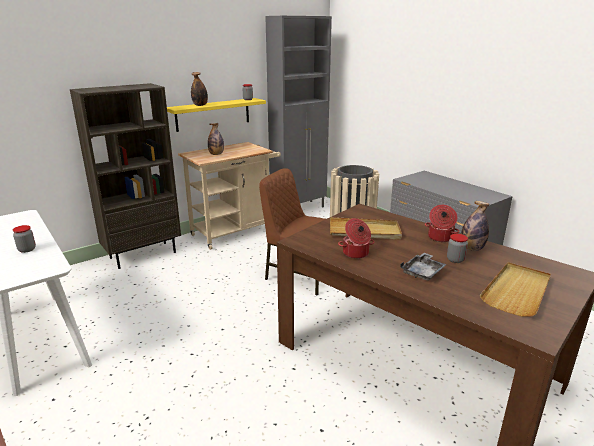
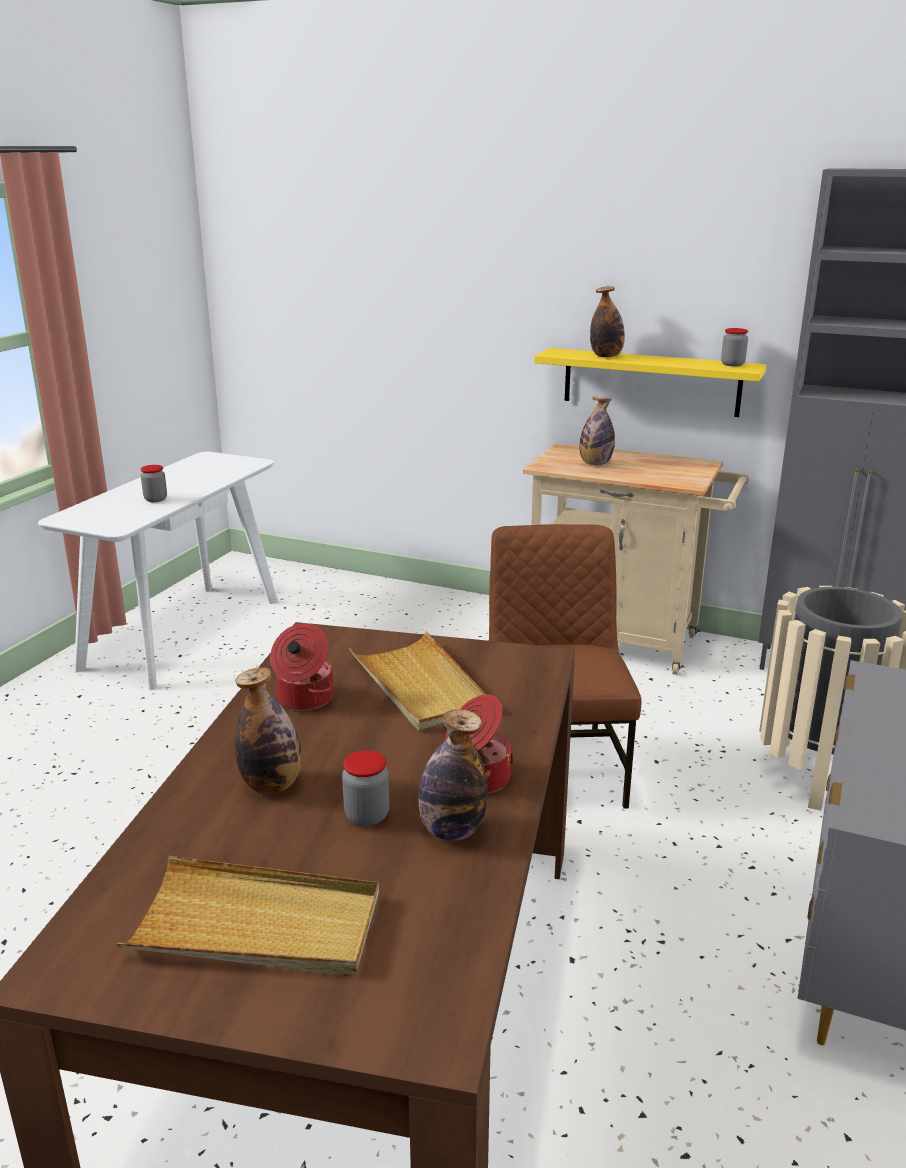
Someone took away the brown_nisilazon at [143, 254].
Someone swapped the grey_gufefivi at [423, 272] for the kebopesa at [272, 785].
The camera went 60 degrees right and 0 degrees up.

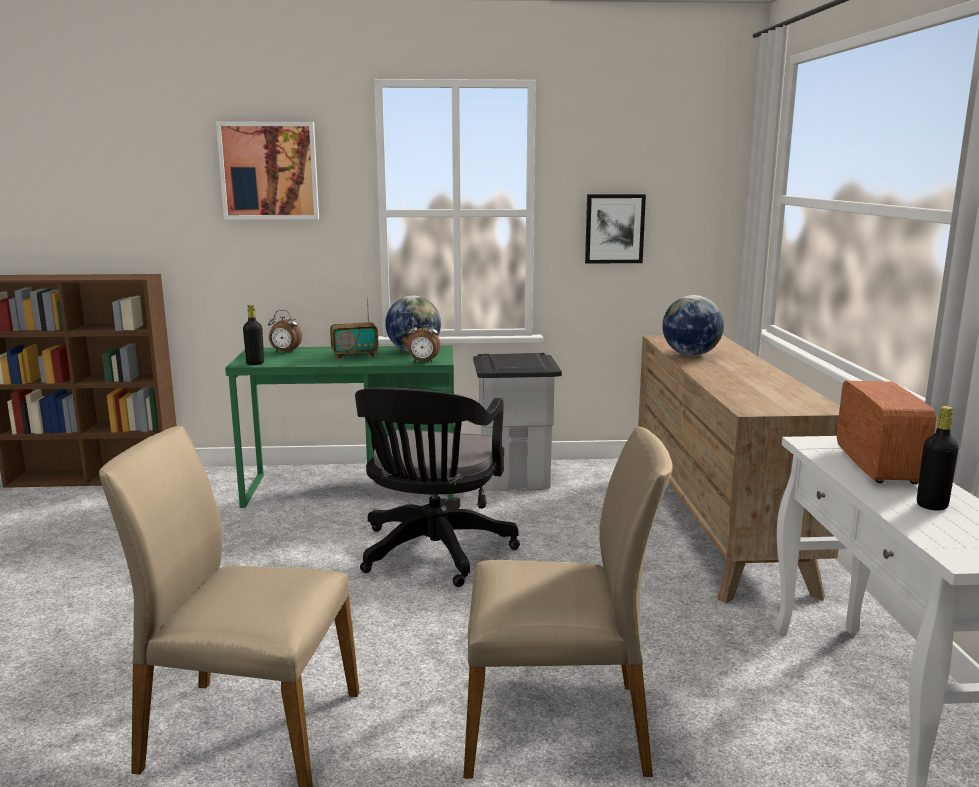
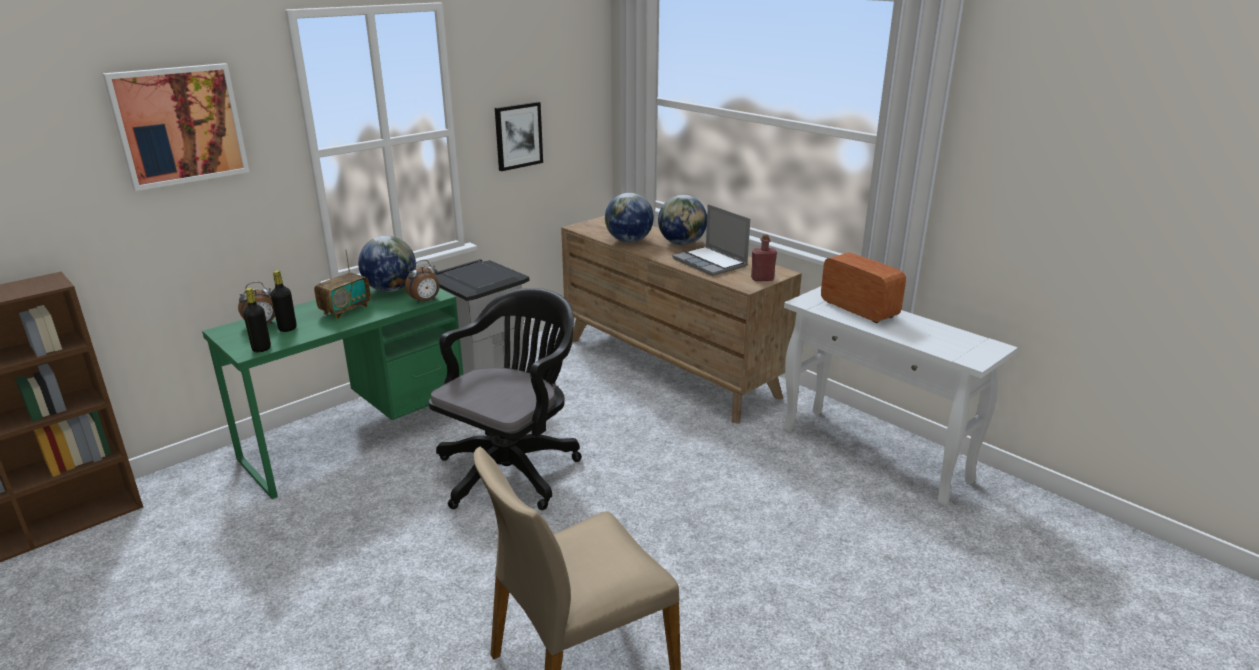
Someone took away the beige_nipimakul at [557, 725].
Someone put down the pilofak at [682, 243].
Someone put down the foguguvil at [711, 263].
Someone put down the red_kebopesa at [762, 279].
Someone carried the black_kebopesa from [932, 505] to [287, 328].
Someone rotated the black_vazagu at [433, 554] by 120 degrees counterclockwise.
The camera went 40 degrees left and 10 degrees up.

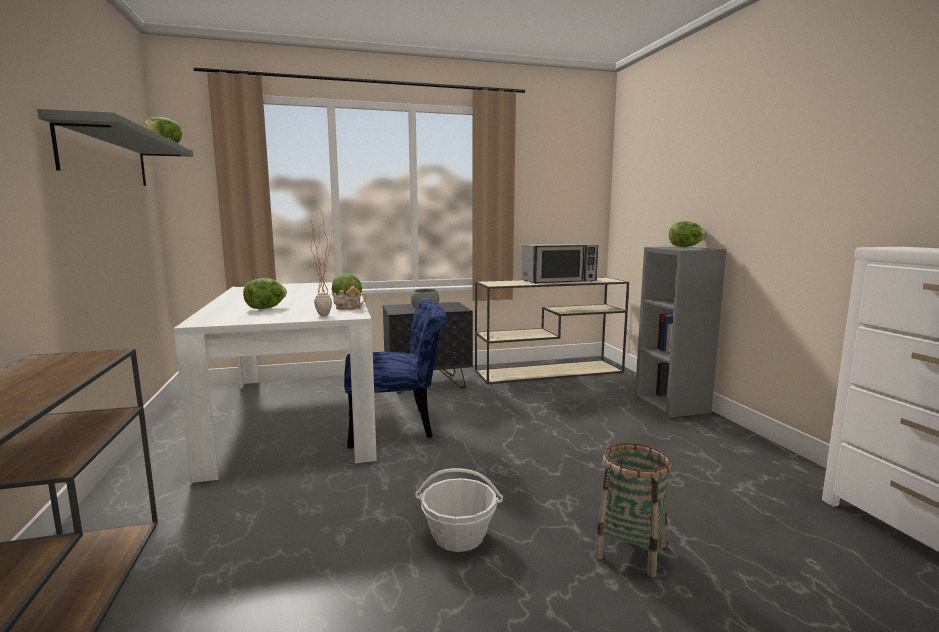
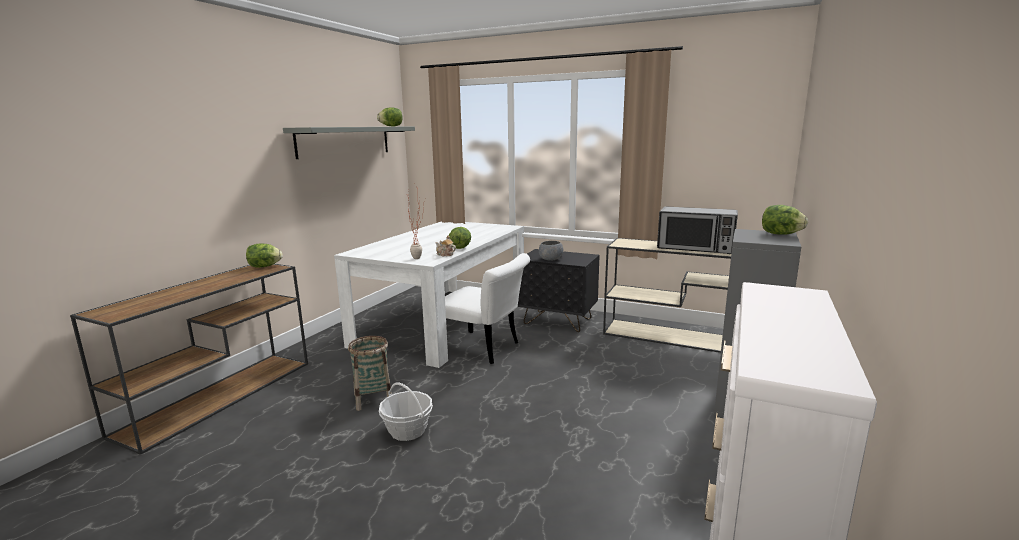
Someone carried the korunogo from [266, 308] to [264, 266].
Someone carried the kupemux from [630, 550] to [373, 399].
Someone repainted the blue_nipimakul at [398, 427], which became the white_nipimakul at [485, 349].
The camera went 40 degrees right and 5 degrees up.

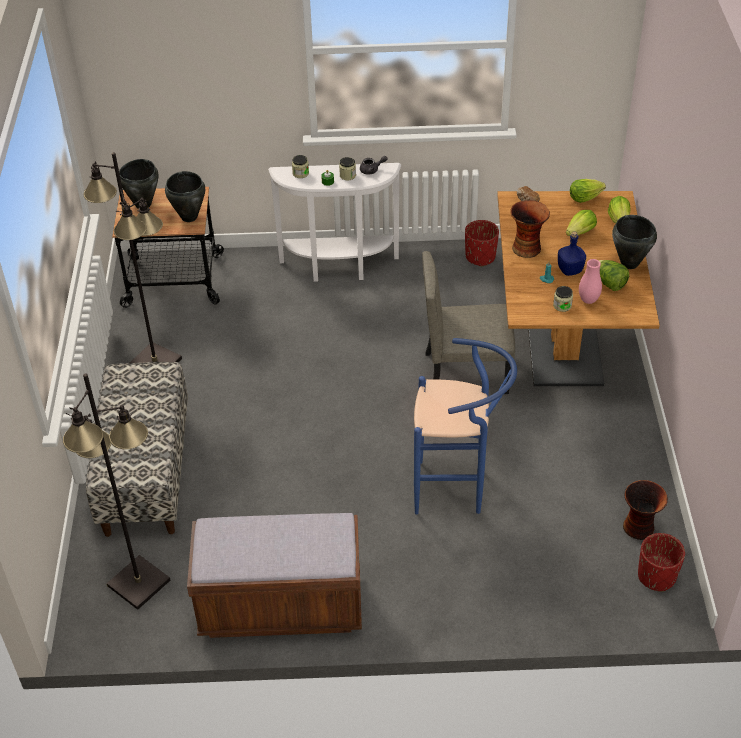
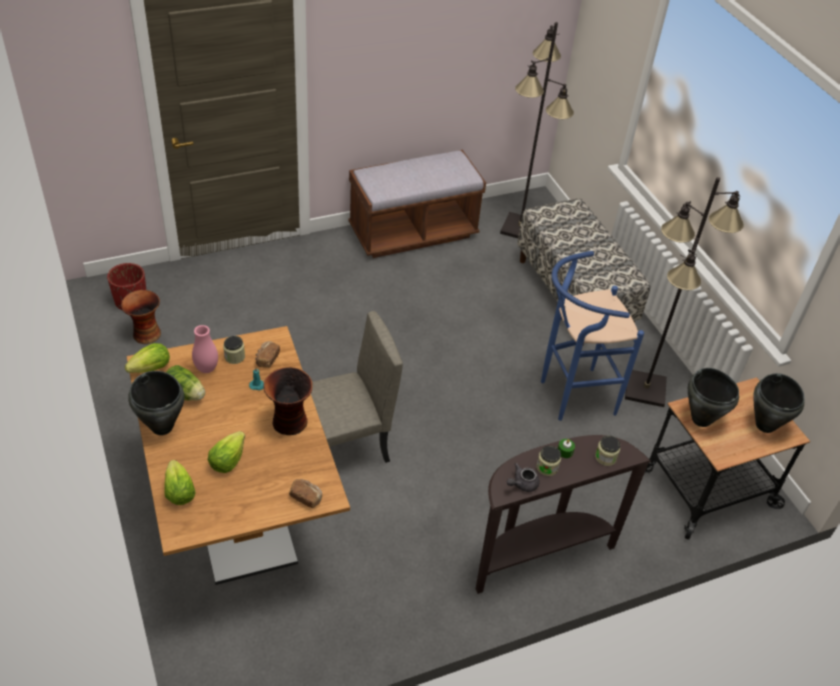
Someone took away the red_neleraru at [480, 257].
Someone took away the blue_kebopesa at [569, 270].
Someone put down the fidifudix at [267, 359].
Someone carried the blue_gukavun from [457, 489] to [569, 397].
Someone carried the korunogo from [584, 198] to [151, 368].
Someone repainted the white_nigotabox at [339, 268], which became the brown_nigotabox at [538, 553].
The camera went 155 degrees right and 0 degrees up.

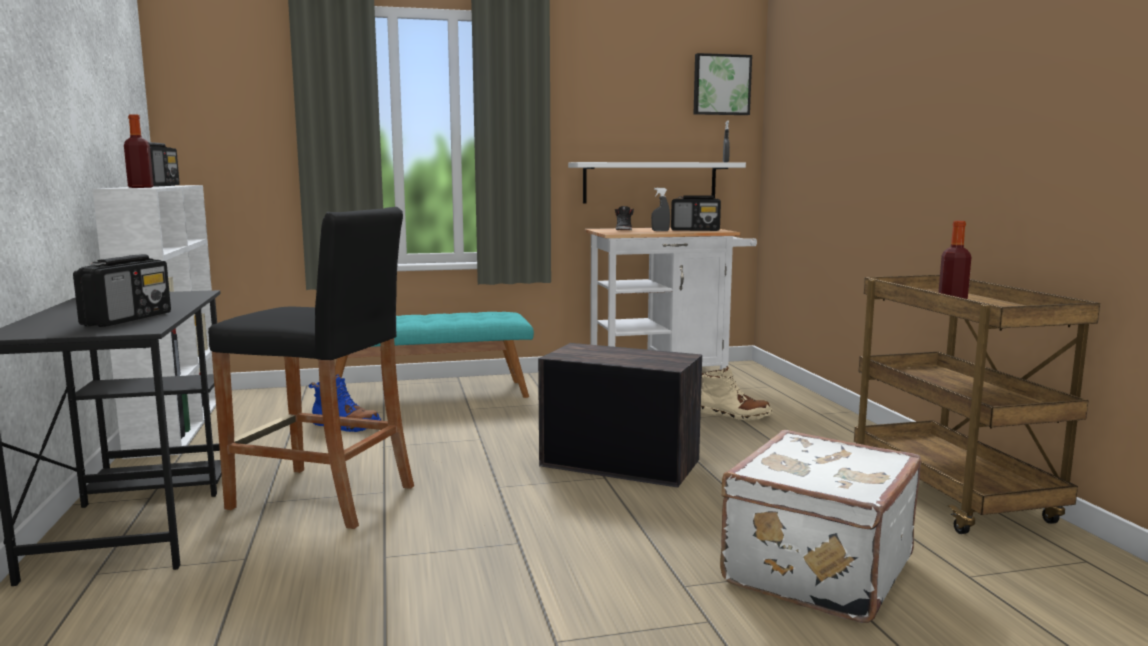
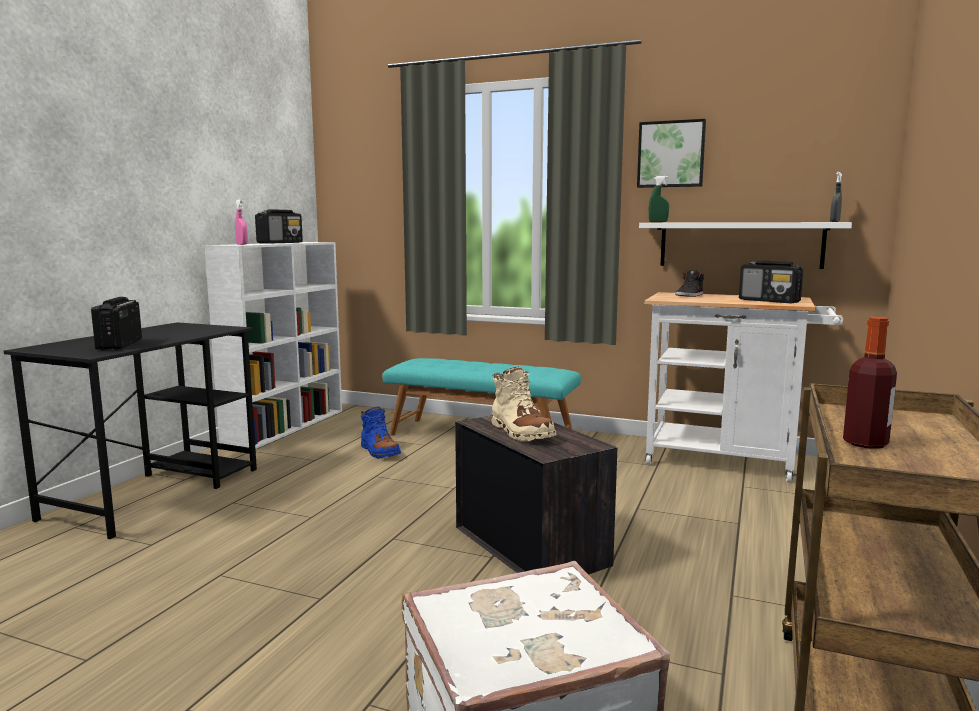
Someone took away the black_gukavun at [322, 497].
Someone took away the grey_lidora at [660, 231].
Someone put down the green_lidora at [658, 222].
Someone carried the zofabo from [721, 85] to [671, 154].
Someone carried the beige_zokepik from [733, 415] to [521, 432].
Someone swapped the kebopesa at [141, 187] for the pink_lidora at [242, 244].
Someone rotated the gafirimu at [128, 319] by 120 degrees clockwise.
The camera went 35 degrees right and 0 degrees up.

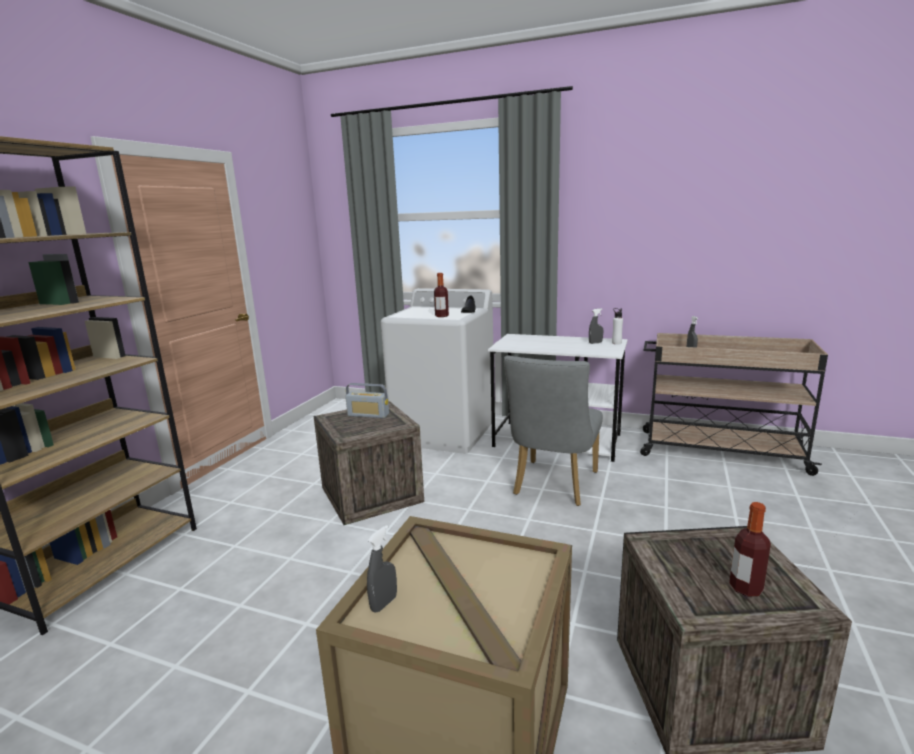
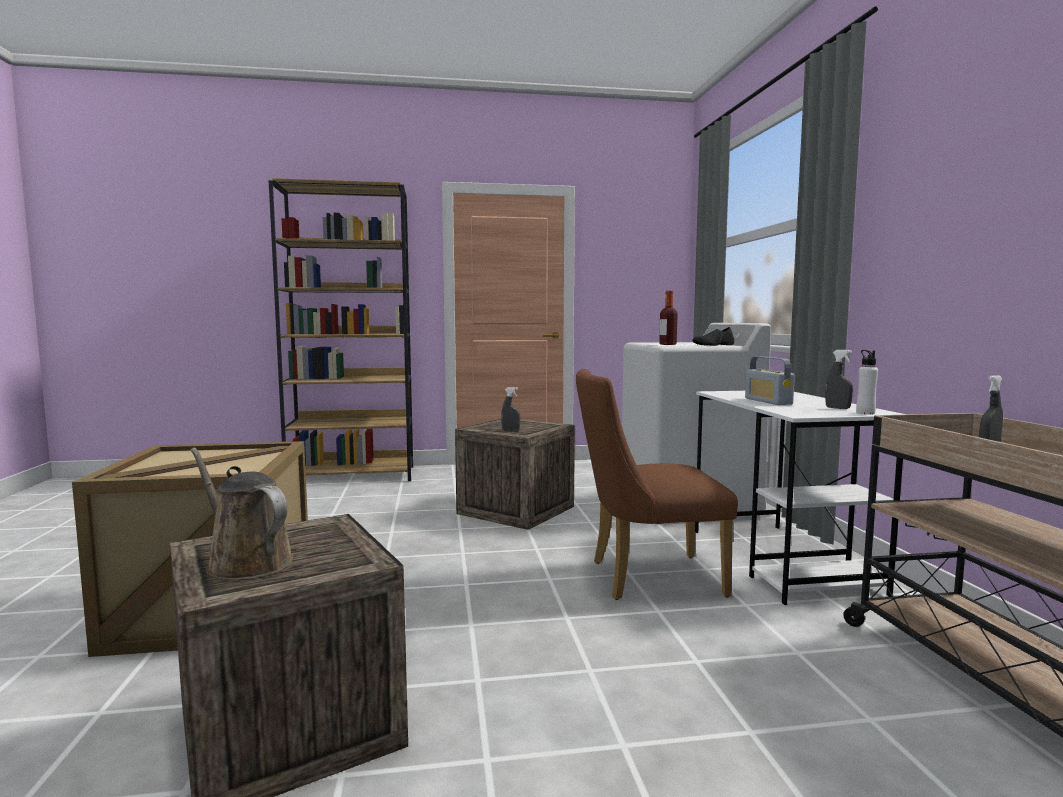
Someone carried the gafirimu from [368, 415] to [768, 401].
Someone carried the grey_lidora from [384, 603] to [510, 430].
Someone swapped the kebopesa at [745, 588] for the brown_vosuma at [245, 562].
Someone repainted the grey_nipimakul at [553, 486], which became the brown_nipimakul at [646, 578].
The camera went 60 degrees right and 10 degrees down.

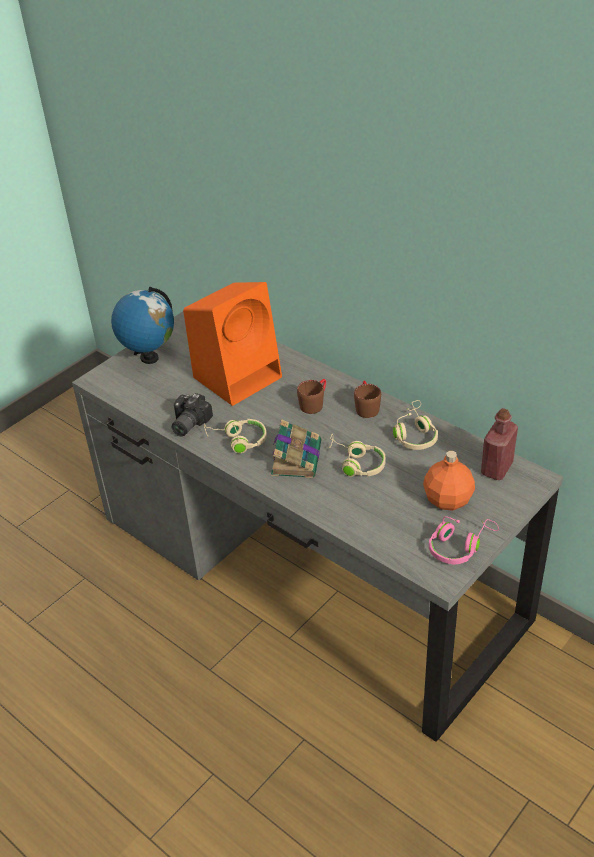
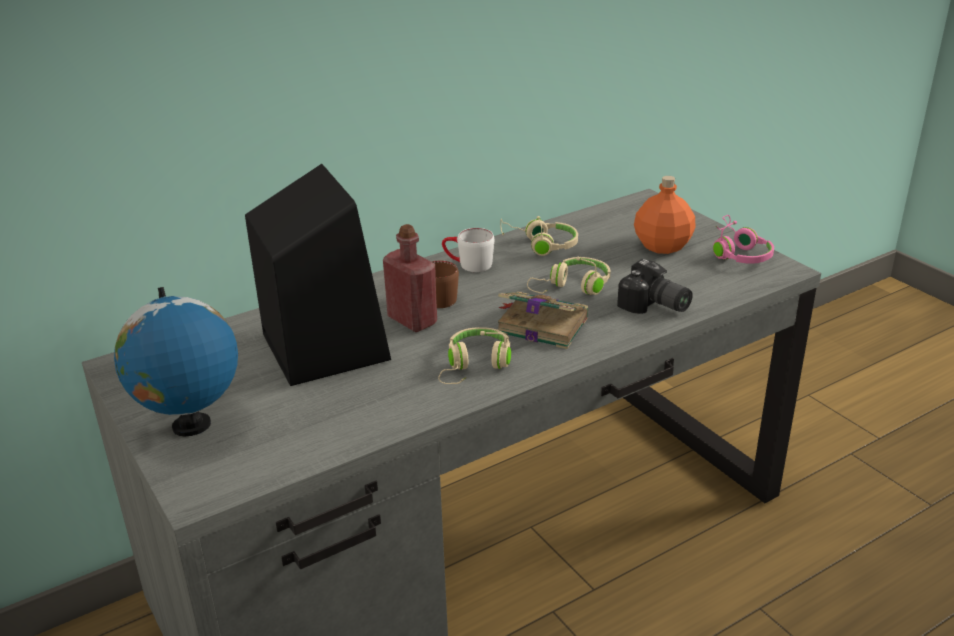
Someone carried the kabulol from [187, 424] to [654, 306].
Someone carried the red_kebopesa from [496, 468] to [412, 320].
Someone repainted the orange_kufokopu at [238, 376], which became the black_kufokopu at [323, 345].
Someone repainted the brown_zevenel at [366, 407], which became the white_zevenel at [468, 264].
The camera went 75 degrees left and 10 degrees down.

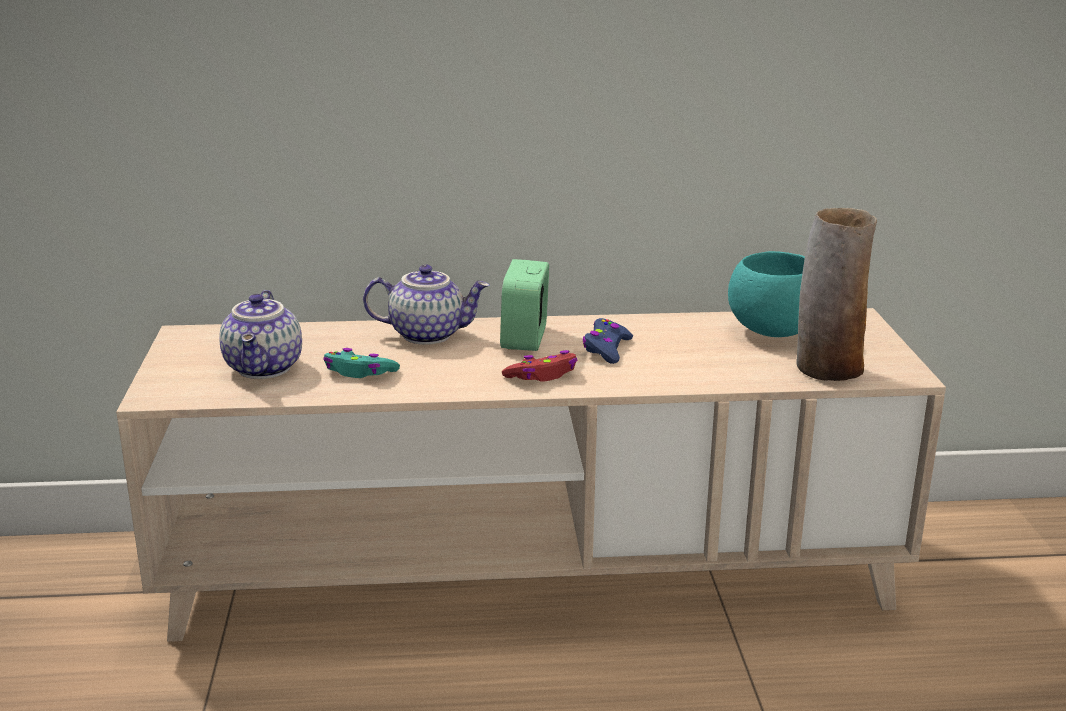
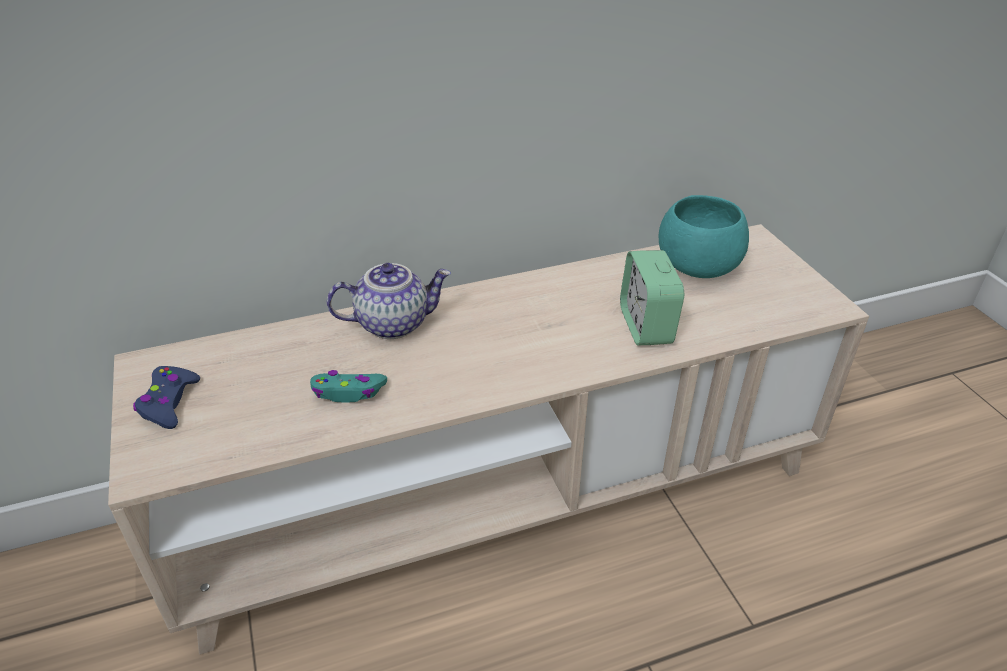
Someone took away the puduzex at [265, 368].
Someone took away the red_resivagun at [542, 375].
Someone took away the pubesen at [827, 369].
Someone carried the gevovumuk from [525, 339] to [646, 326].
Someone carried the blue_resivagun from [606, 349] to [169, 403].
The camera went 15 degrees left and 15 degrees up.

